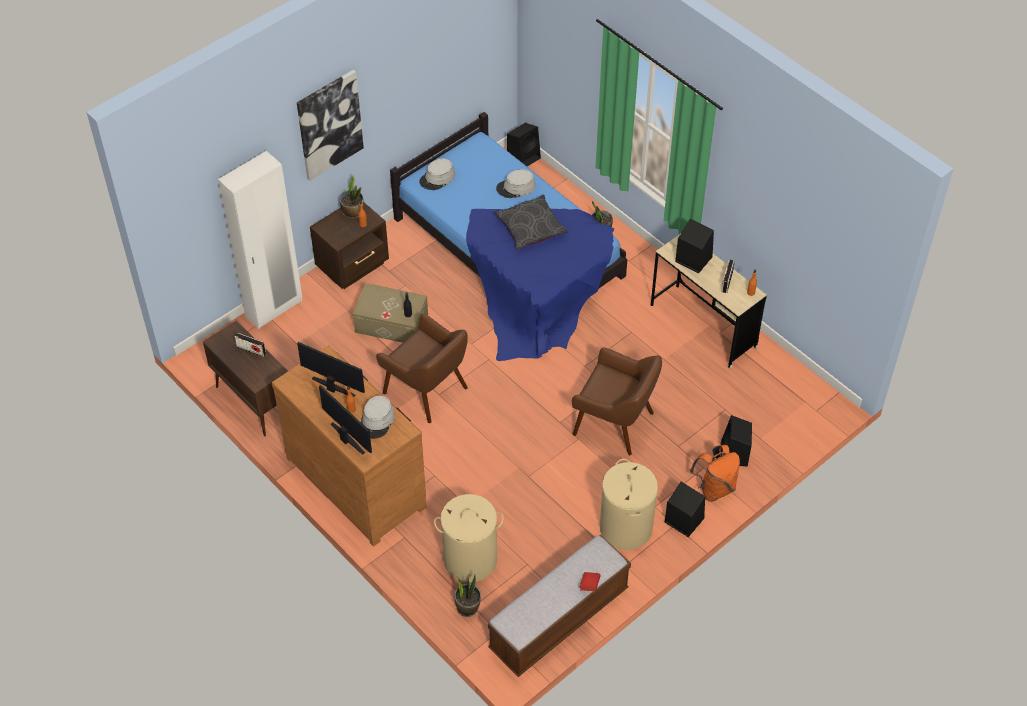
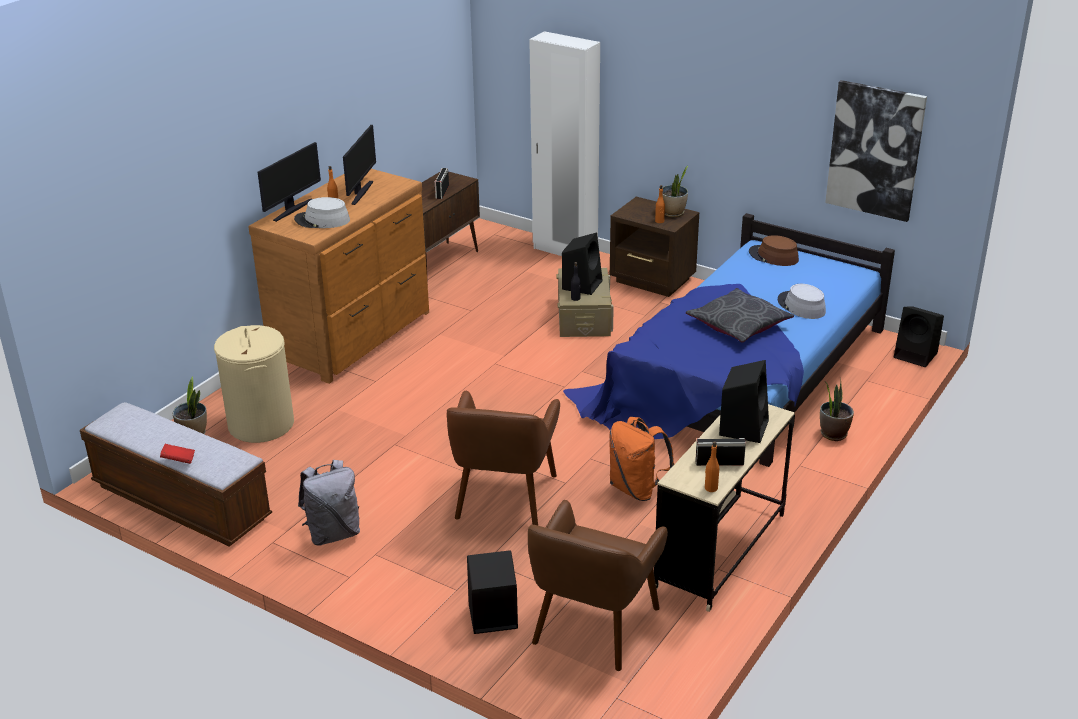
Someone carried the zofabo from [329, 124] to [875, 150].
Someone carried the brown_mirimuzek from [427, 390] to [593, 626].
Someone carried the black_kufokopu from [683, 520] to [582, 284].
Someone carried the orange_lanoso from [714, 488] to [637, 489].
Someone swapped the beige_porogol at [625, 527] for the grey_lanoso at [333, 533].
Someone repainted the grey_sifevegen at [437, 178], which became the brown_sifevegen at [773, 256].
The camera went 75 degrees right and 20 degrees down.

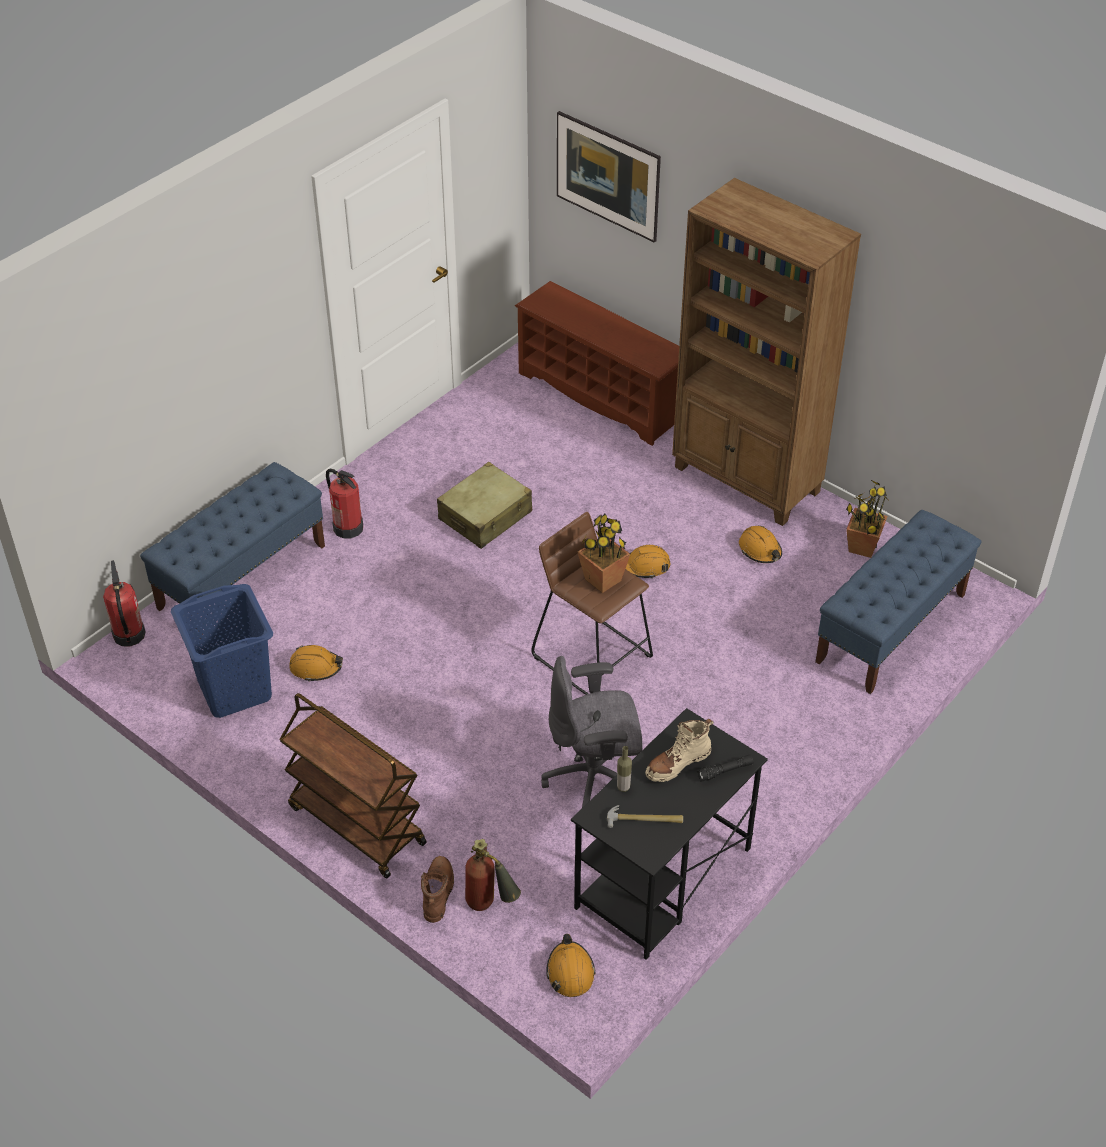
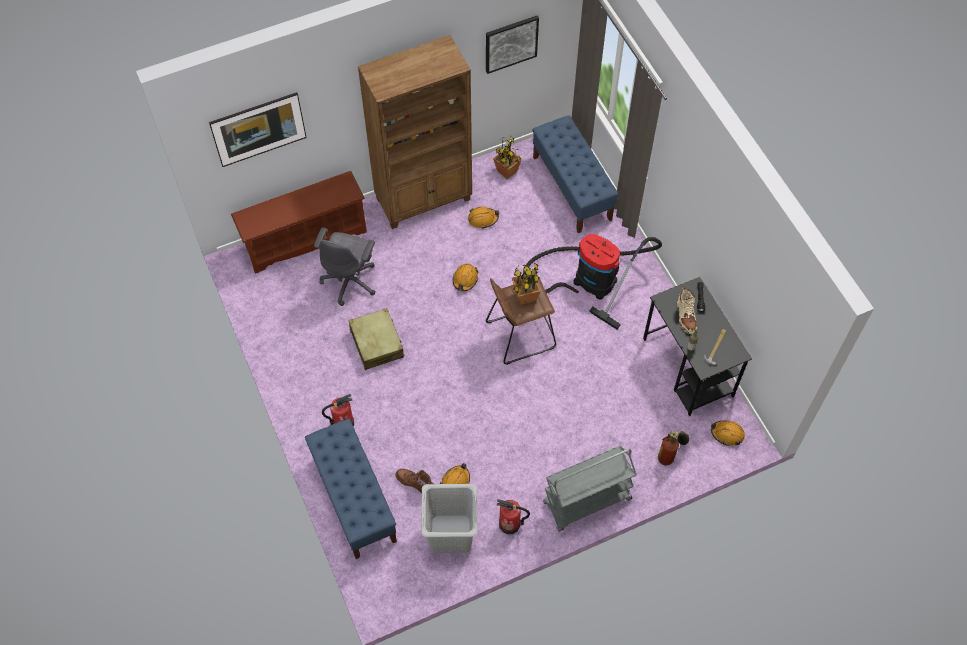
Someone put up the zofabo at [511, 43].
Someone put down the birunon at [590, 279].
Someone carried the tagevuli from [129, 635] to [510, 524].
Someone carried the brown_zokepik from [438, 892] to [415, 483].
Someone carried the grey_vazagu from [594, 779] to [350, 280].
Someone repainted the blue_porogol at [234, 690], which became the grey_porogol at [451, 534].
Someone repainted the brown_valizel at [355, 825], which became the grey_valizel at [586, 502].
The camera went 65 degrees left and 15 degrees up.

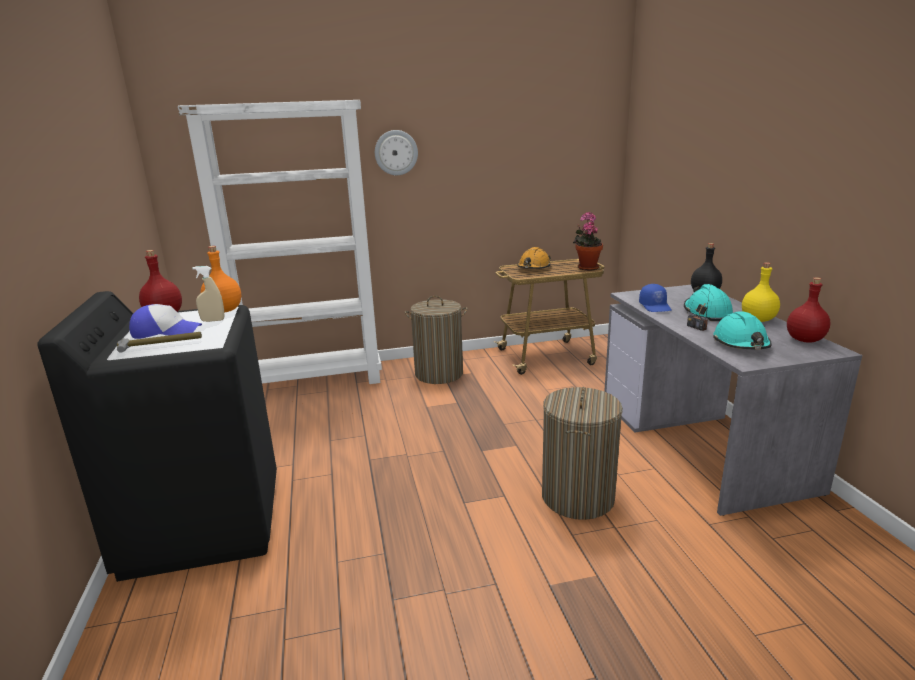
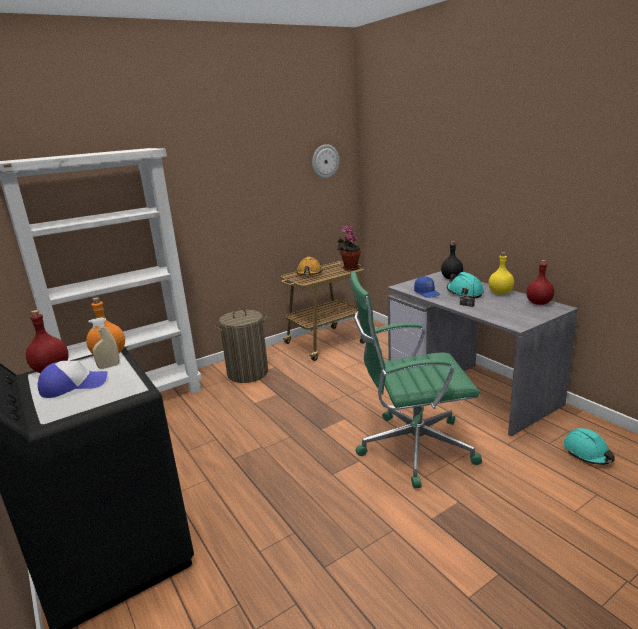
Someone took away the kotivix at [161, 345].
Someone carried the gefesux from [396, 152] to [325, 161].
Someone carried the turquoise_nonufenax from [741, 343] to [587, 453].
Someone swapped the porogol at [577, 497] for the green_vazagu at [412, 447].
The camera went 20 degrees left and 0 degrees up.

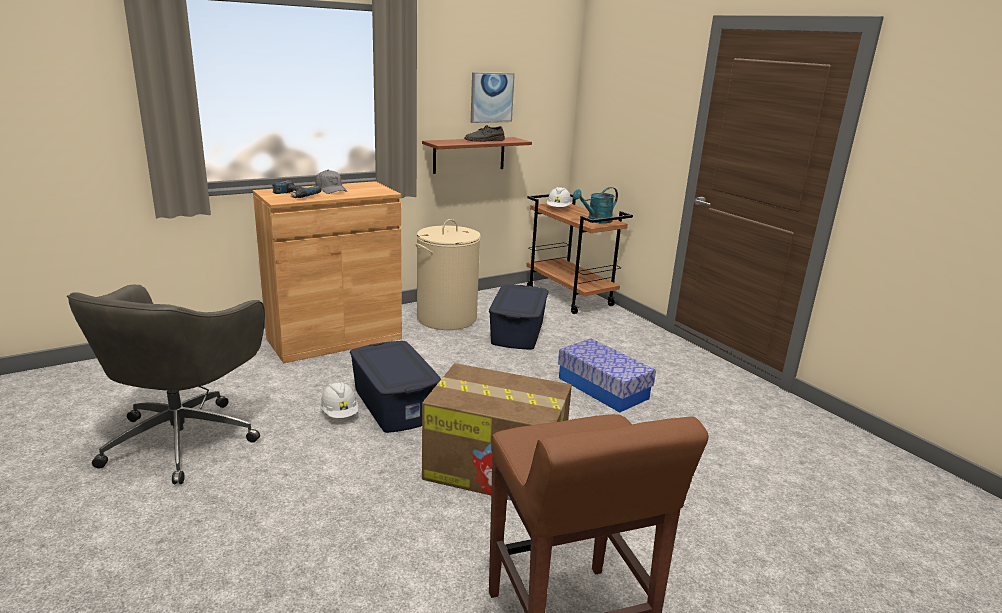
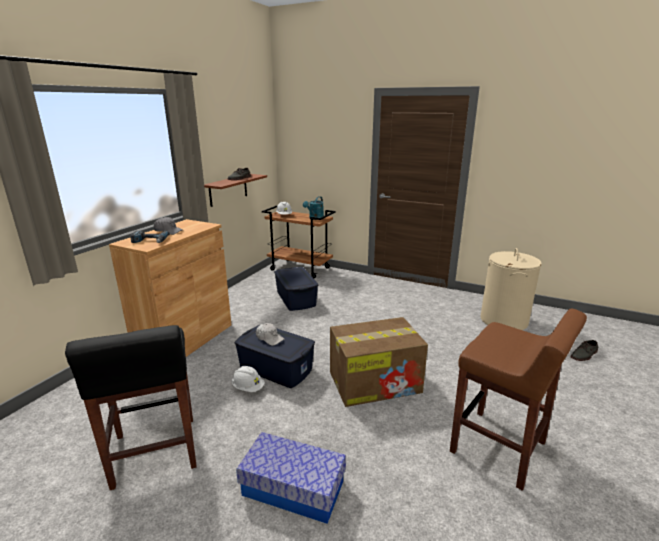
Someone took away the zofabo at [491, 97].
Someone put down the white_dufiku at [269, 338].
Someone put down the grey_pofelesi at [584, 355].
Someone carried the beige_porogol from [446, 318] to [504, 320].
Someone carried the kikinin from [603, 388] to [293, 488].
Someone swapped the grey_vazagu at [184, 438] for the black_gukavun at [155, 453].
The camera went 30 degrees left and 0 degrees up.

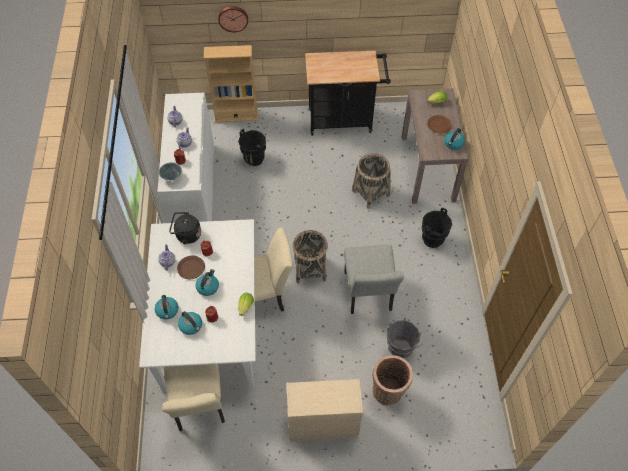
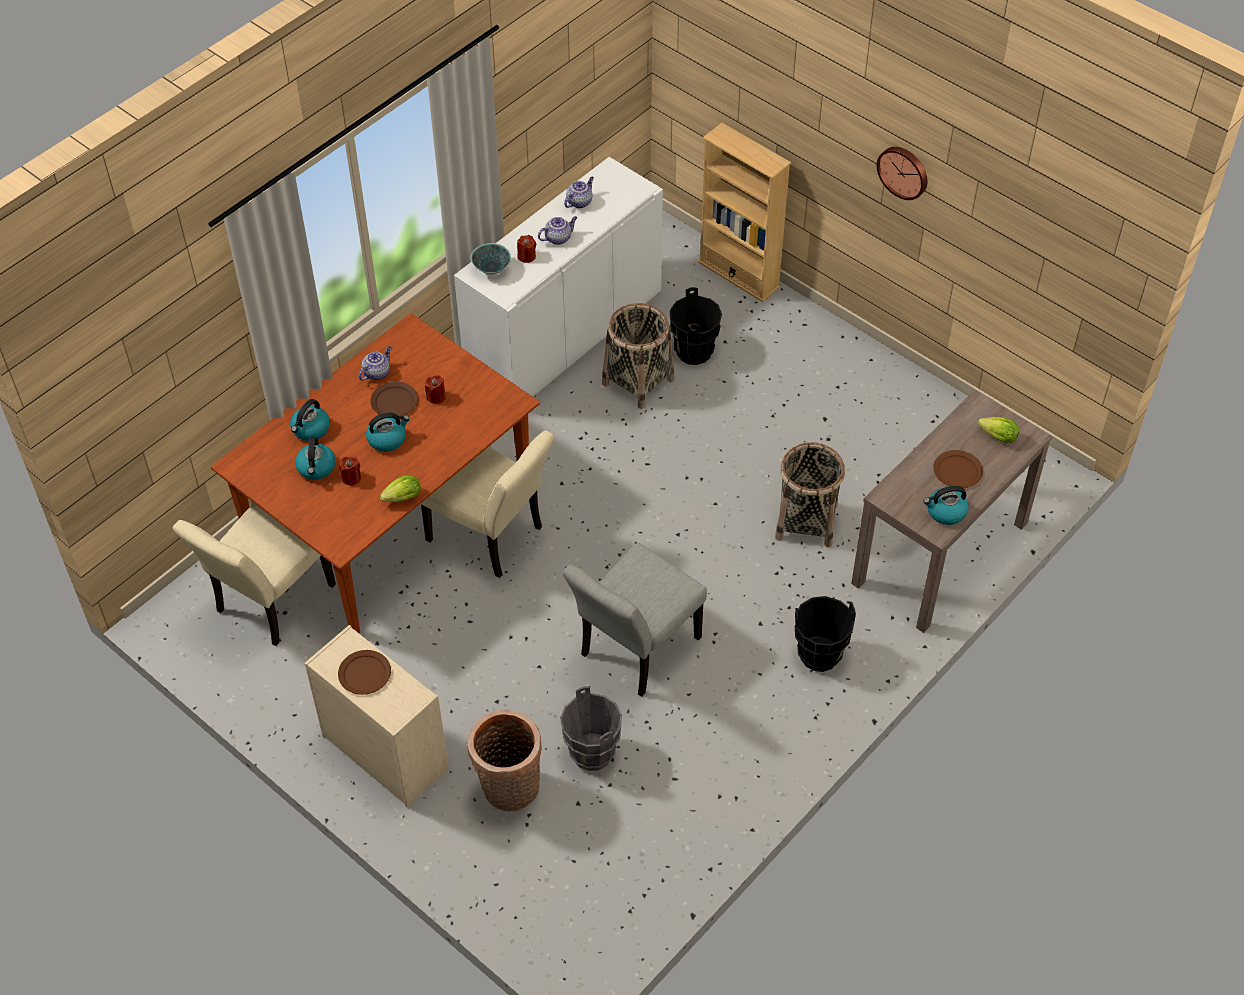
Someone took away the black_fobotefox at [187, 235].
Someone took away the black_valizel at [344, 120].
Someone put down the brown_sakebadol at [364, 674].
Someone carried the gefesux from [233, 18] to [904, 171].
Someone carried the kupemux from [310, 269] to [638, 381].
Someone repainted the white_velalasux at [209, 323], which became the brown_velalasux at [391, 517].
The camera went 45 degrees right and 5 degrees down.

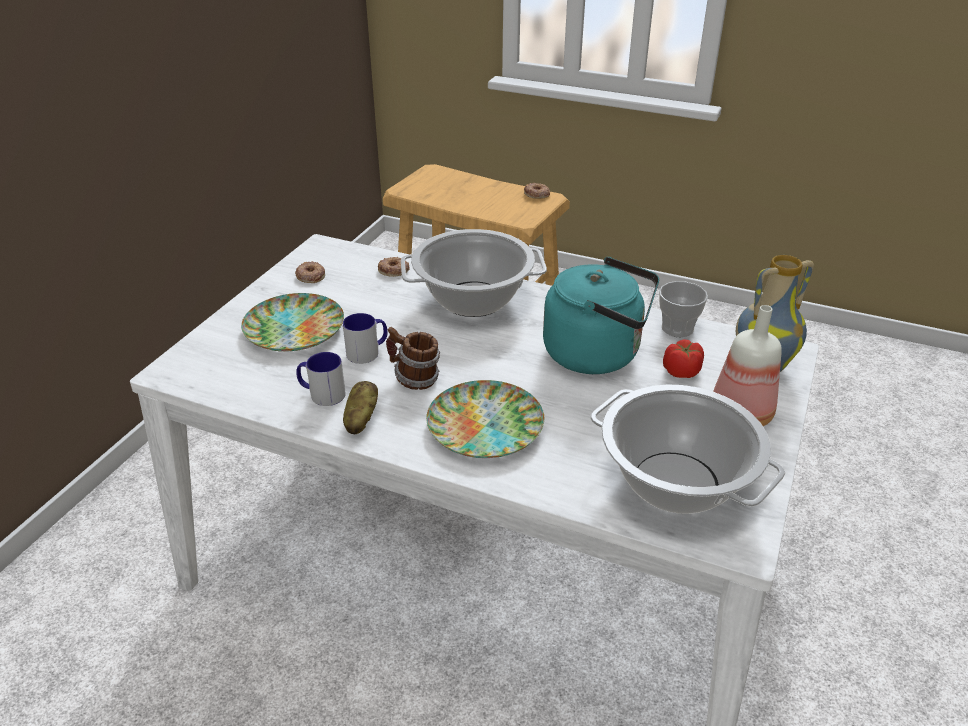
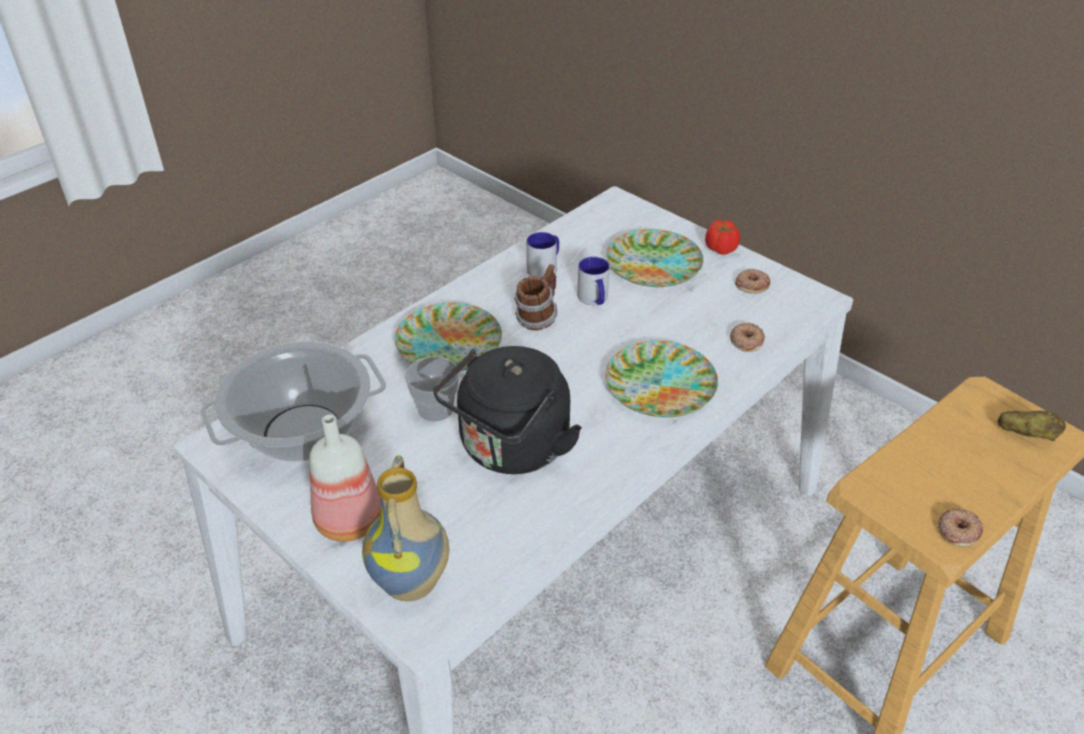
Someone carried the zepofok from [360, 419] to [1026, 434].
Someone carried the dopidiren from [677, 328] to [435, 409].
Someone carried the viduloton from [681, 371] to [721, 248].
Someone swapped the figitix at [472, 300] for the sakebadol at [659, 385].
Someone repainted the turquoise_fobotefox at [597, 354], which became the black_fobotefox at [510, 449].
The camera went 110 degrees right and 5 degrees up.

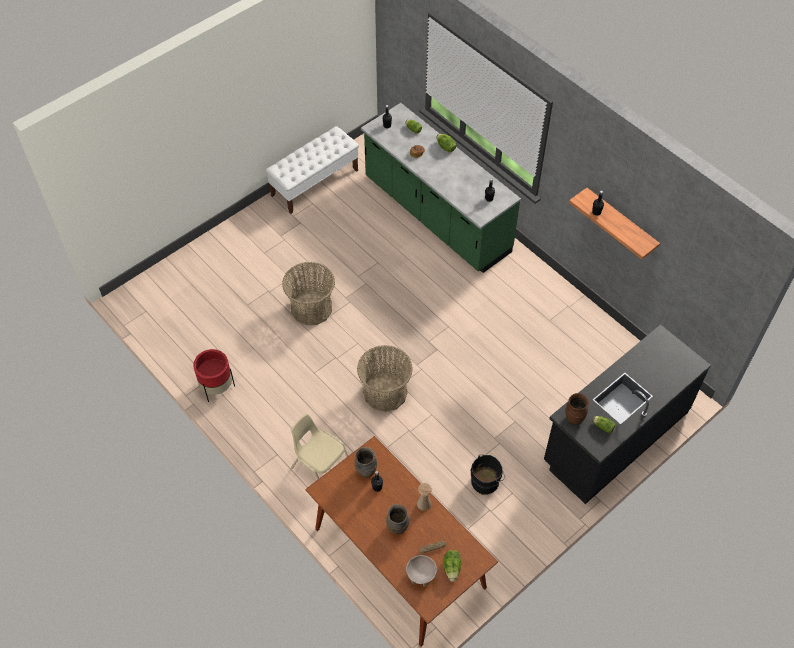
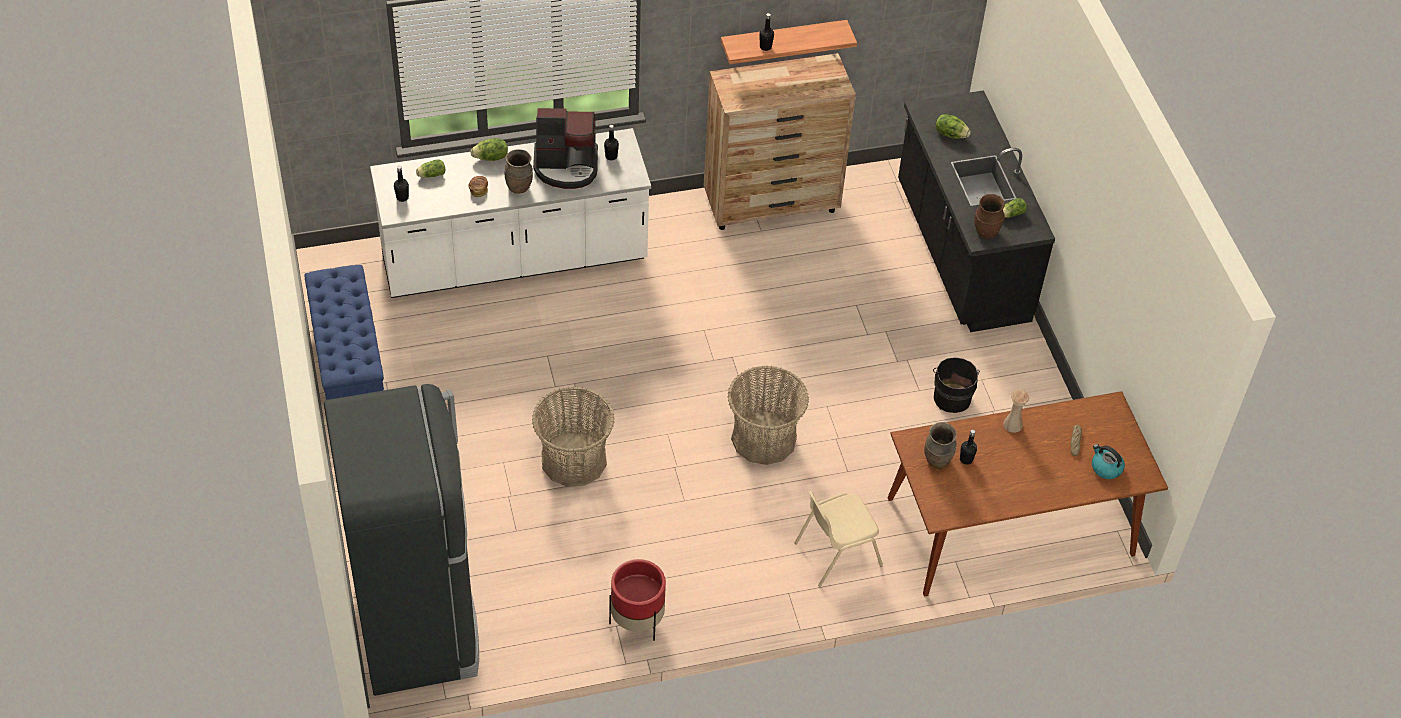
Someone put down the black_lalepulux at [418, 626].
Someone put down the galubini at [566, 166].
Someone put down the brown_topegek at [772, 203].
Someone carried the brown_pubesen from [397, 527] to [519, 187].
Someone carried the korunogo from [452, 568] to [950, 134].
Someone swapped the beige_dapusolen at [421, 575] for the fobotefox at [1105, 468].
Someone repainted the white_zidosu at [315, 182], which became the blue_zidosu at [349, 363].
Someone repainted the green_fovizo at [436, 216], which became the white_fovizo at [514, 261].
The camera went 65 degrees left and 5 degrees down.

